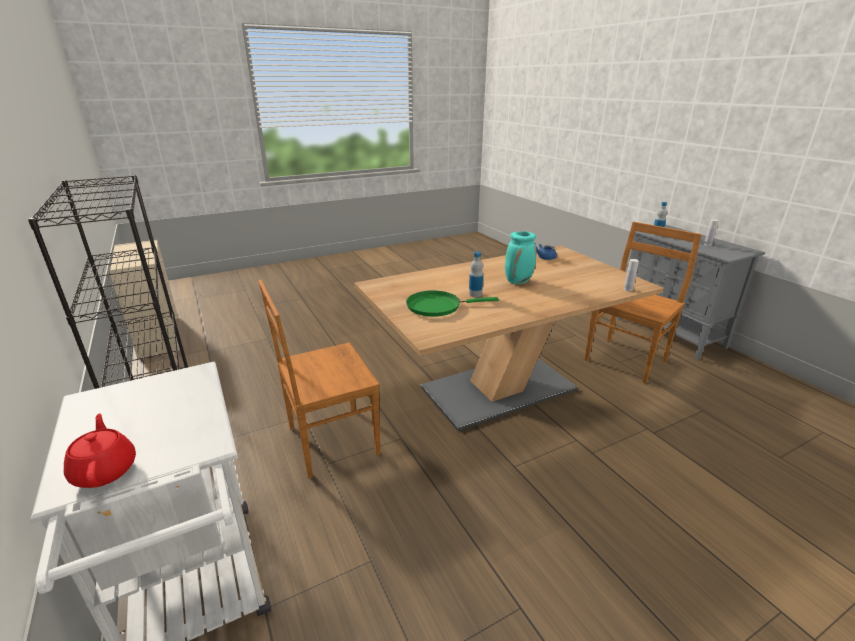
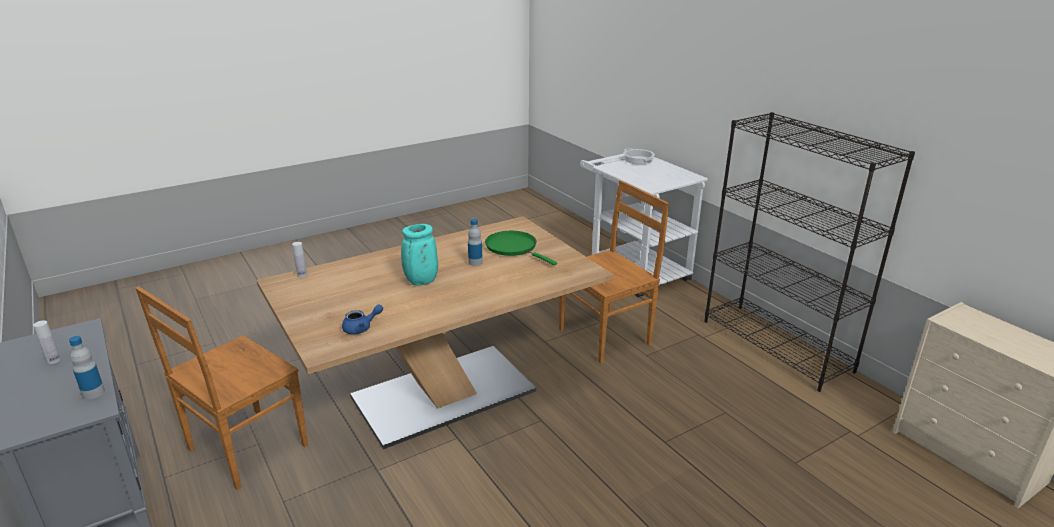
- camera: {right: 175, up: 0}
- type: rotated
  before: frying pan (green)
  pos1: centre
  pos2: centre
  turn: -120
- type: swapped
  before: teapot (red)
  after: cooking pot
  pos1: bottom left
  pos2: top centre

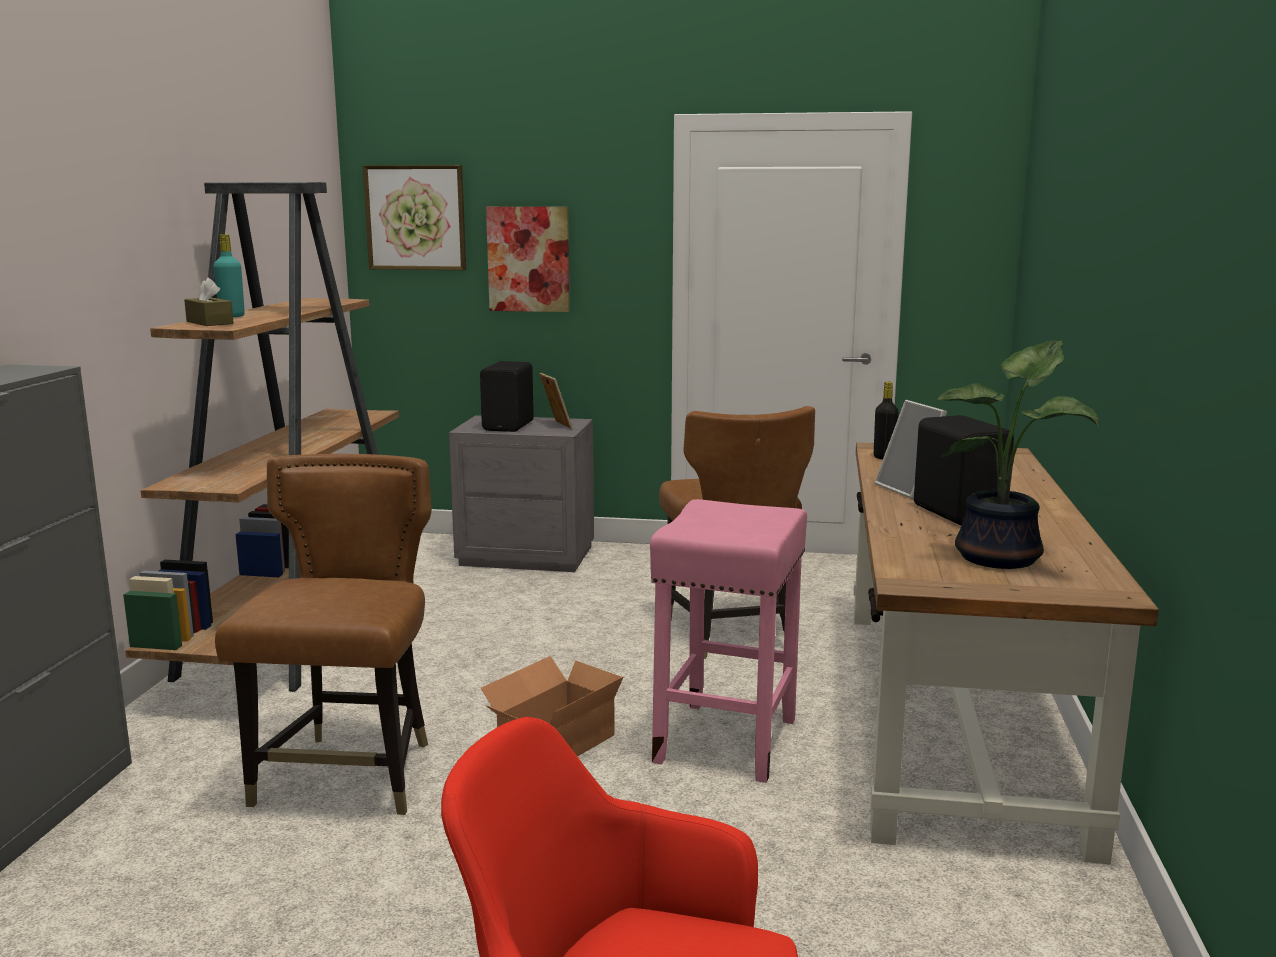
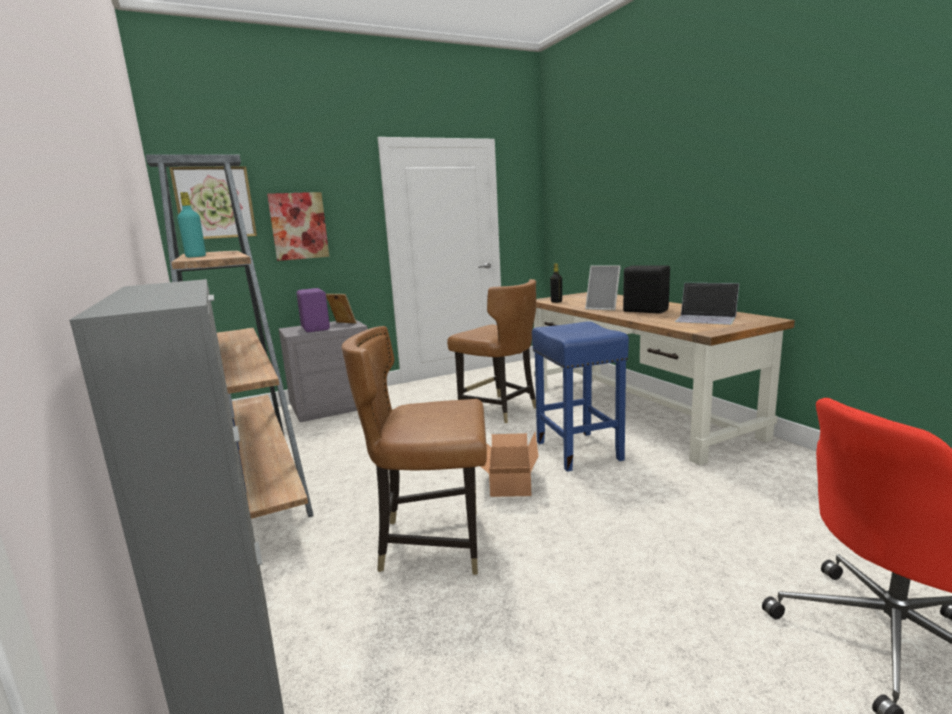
- camera: {right: -35, up: 0}
- type: repainted
  before: speaker (black) (no. 1 from left)
  after: speaker (purple)
  pos1: centre
  pos2: middle left
- type: rotated
  before: chair (brown) (no. 1 from left)
  pos1: middle left
  pos2: centre
  turn: -60
- type: repainted
  before: stool (pink)
  after: stool (blue)
  pos1: bottom centre
  pos2: centre
- type: swapped
  before: potted plant
  after: laptop
  pos1: middle right
  pos2: middle right
- type: gone
  before: tissue box (brown)
  pos1: top left

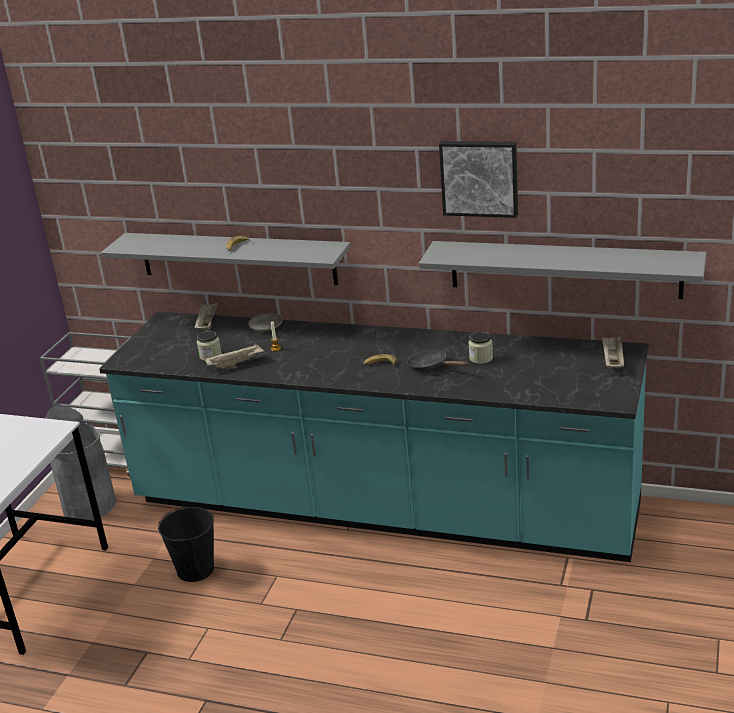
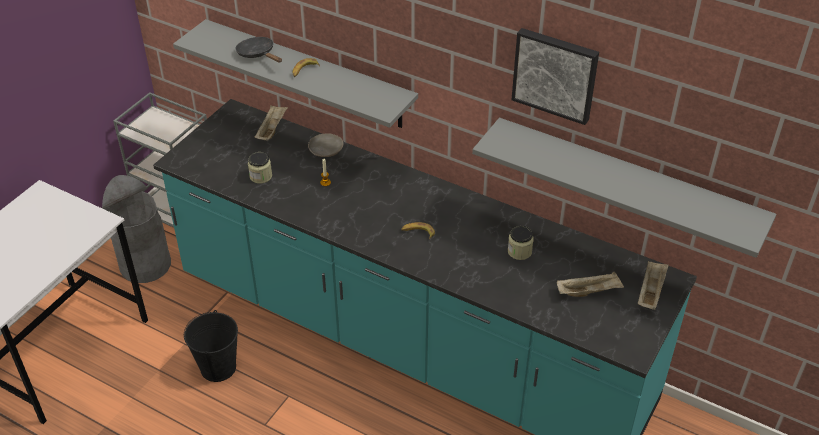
- camera: {right: 10, up: 15}
- type: shifted
  before: frying pan (black)
  pos1: centre
  pos2: top left
- type: shifted
  before: tray (beige) (no. 2 from left)
  pos1: middle left
  pos2: middle right

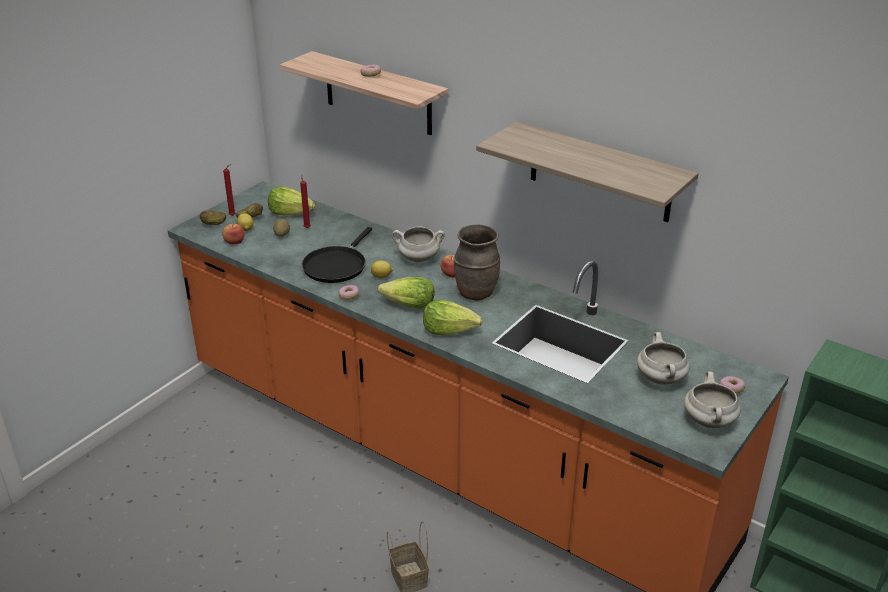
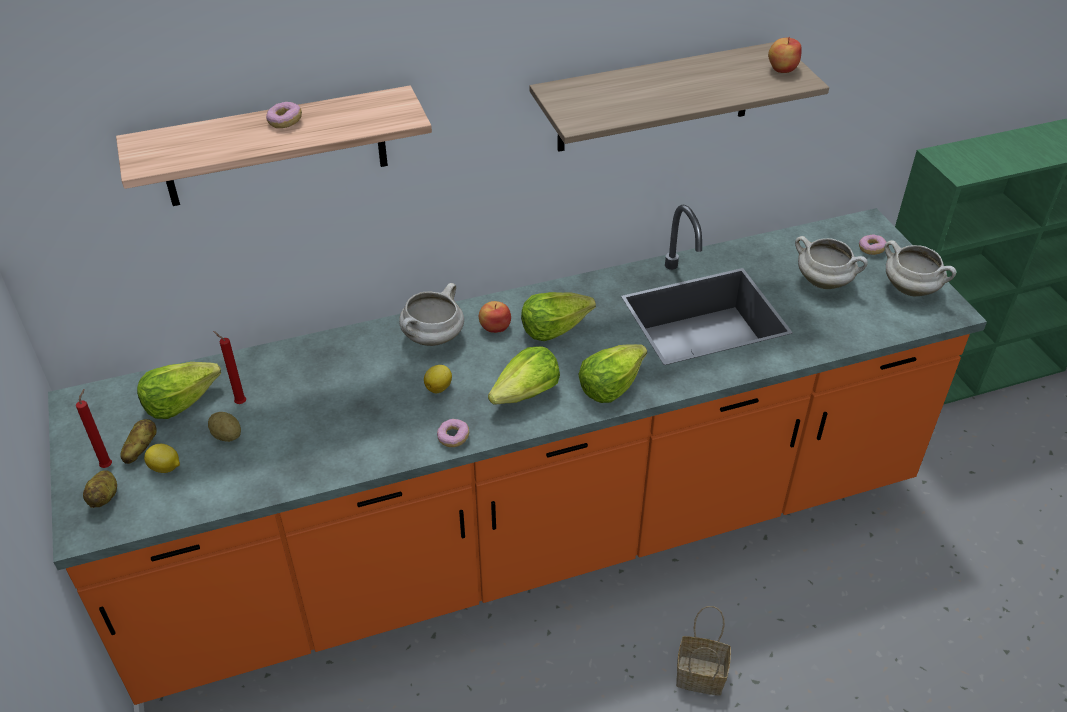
- camera: {right: -55, up: 10}
- type: swapped
  before: vase (brown)
  after: lettuce (no. 3 from left)
  pos1: centre
  pos2: centre
- type: shifted
  before: apple (no. 1 from left in the first image)
  after: apple (no. 2 from left)
  pos1: middle left
  pos2: top right
- type: gone
  before: frying pan (black)
  pos1: centre

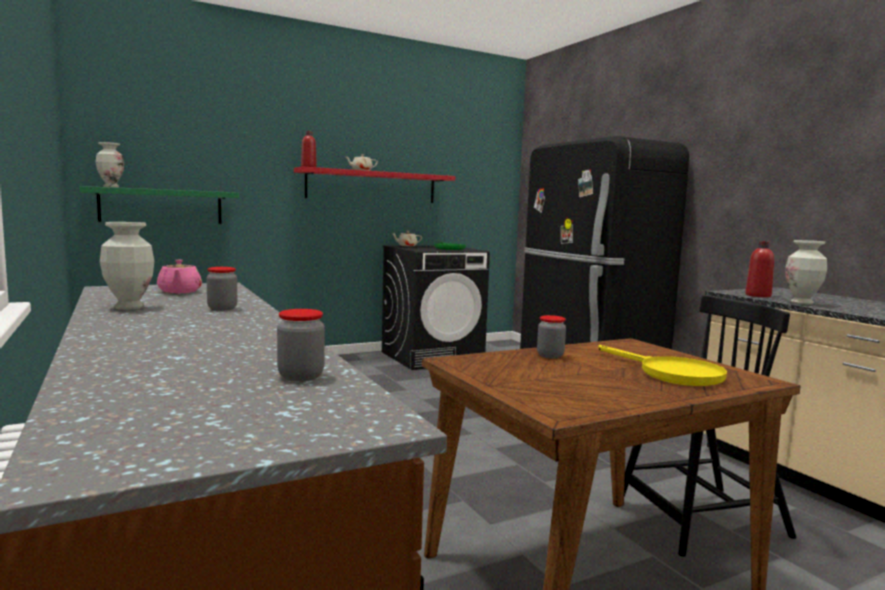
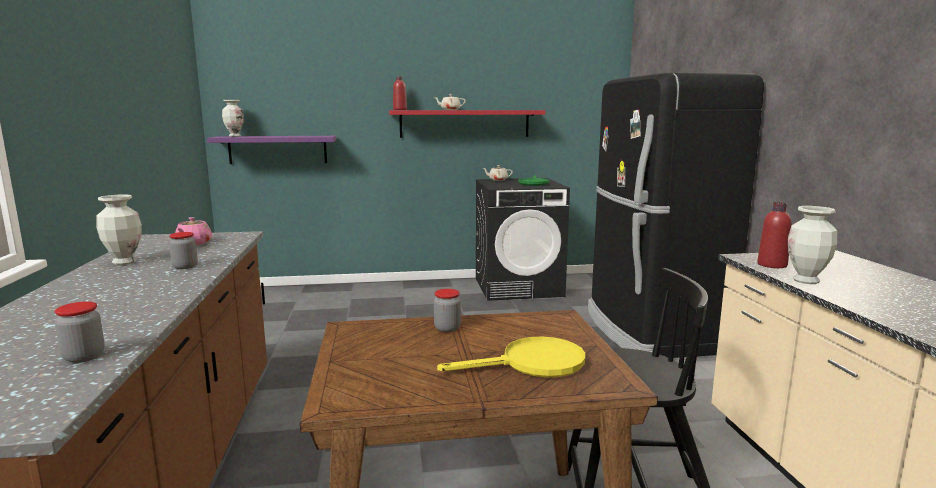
- camera: {right: 20, up: 5}
- type: repainted
  before: shelf (green)
  after: shelf (purple)
  pos1: middle left
  pos2: top left
- type: rotated
  before: frying pan (yellow)
  pos1: middle right
  pos2: bottom centre
  turn: -90

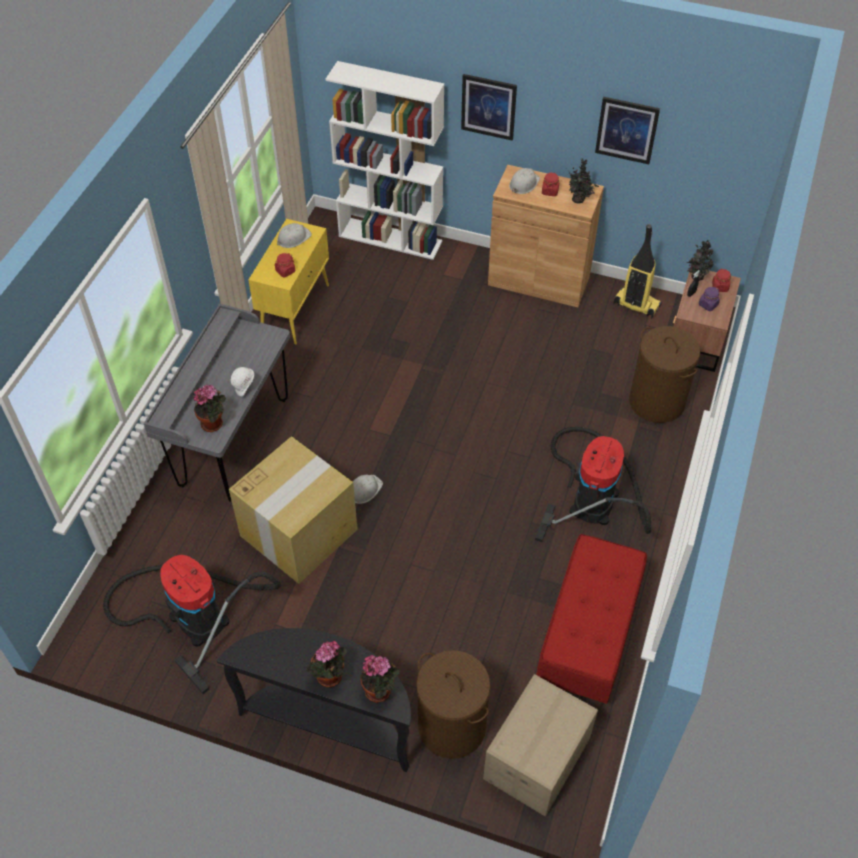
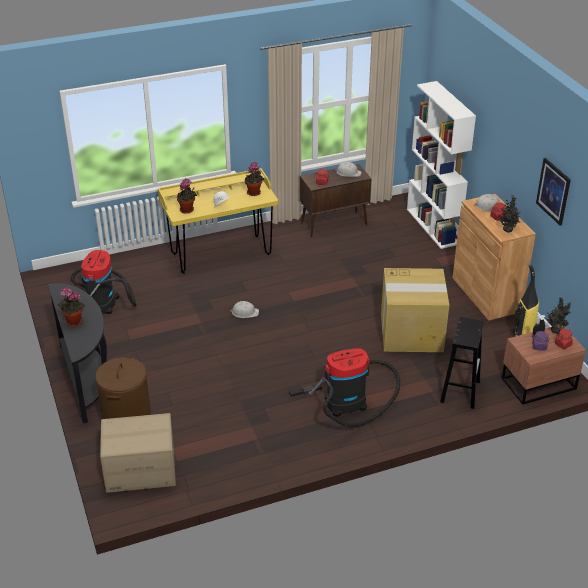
- camera: {right: 50, up: -15}
- type: repainted
  before: desk (grey)
  after: desk (yellow)
  pos1: middle left
  pos2: centre
- type: shifted
  before: potted plant (no. 3 from left)
  pos1: bottom centre
  pos2: top centre
- type: repainted
  before: cabinet (yellow)
  after: cabinet (brown) (no. 1 from left)
  pos1: top centre
  pos2: centre
- type: shifted
  before: cardboard box (no. 1 from left in the first image)
  after: cardboard box (no. 2 from left)
  pos1: centre
  pos2: middle right
- type: swapped
  before: laundry basket (brown) (no. 2 from left)
  after: stool (black)
  pos1: middle right
  pos2: middle right
- type: gone
  before: picture (no. 1 from left)
  pos1: top centre
- type: gone
  before: bench (red)
  pos1: bottom right

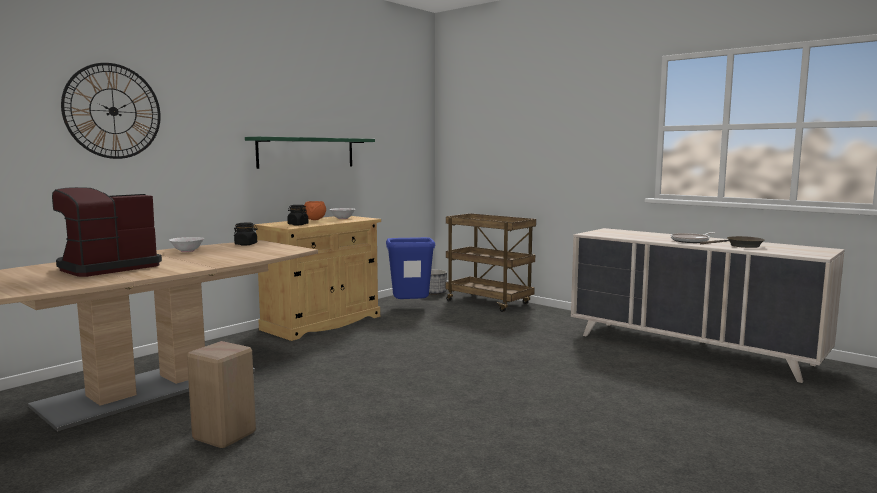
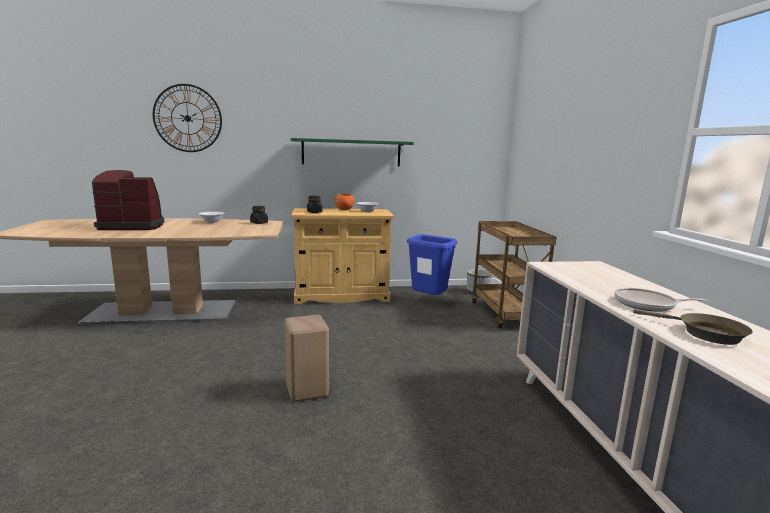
- camera: {right: 40, up: 5}
- type: shifted
  before: stool (beige)
  pos1: bottom left
  pos2: bottom centre

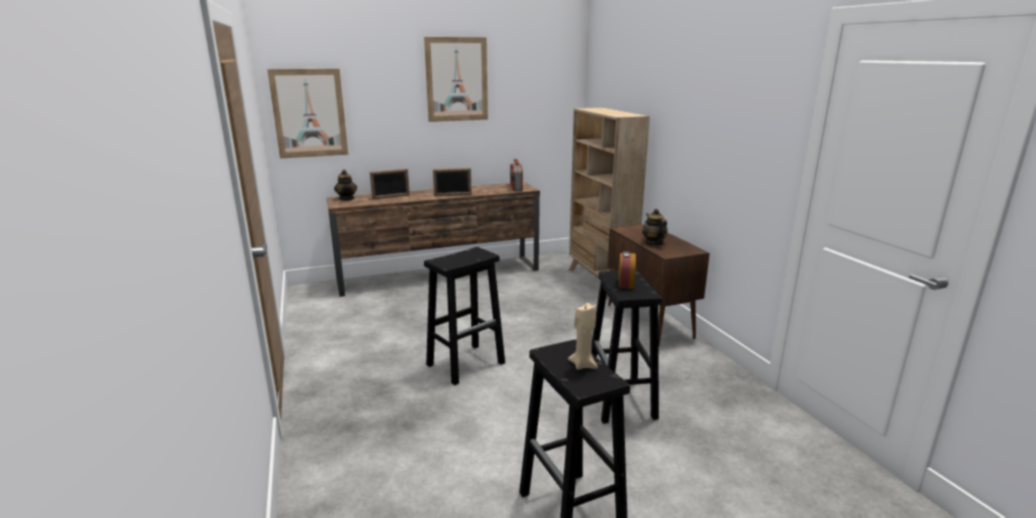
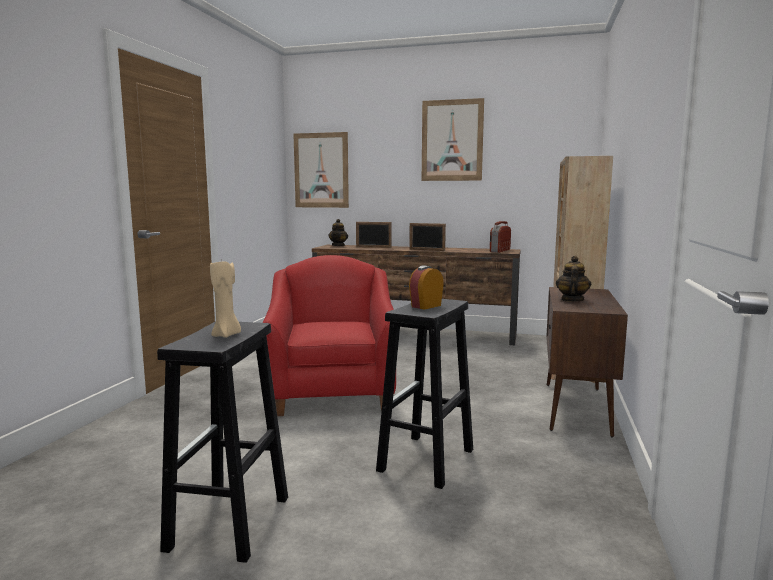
- camera: {right: 35, up: -10}
- type: swapped
  before: stool (black) (no. 1 from left)
  after: armchair (red)
  pos1: centre
  pos2: centre

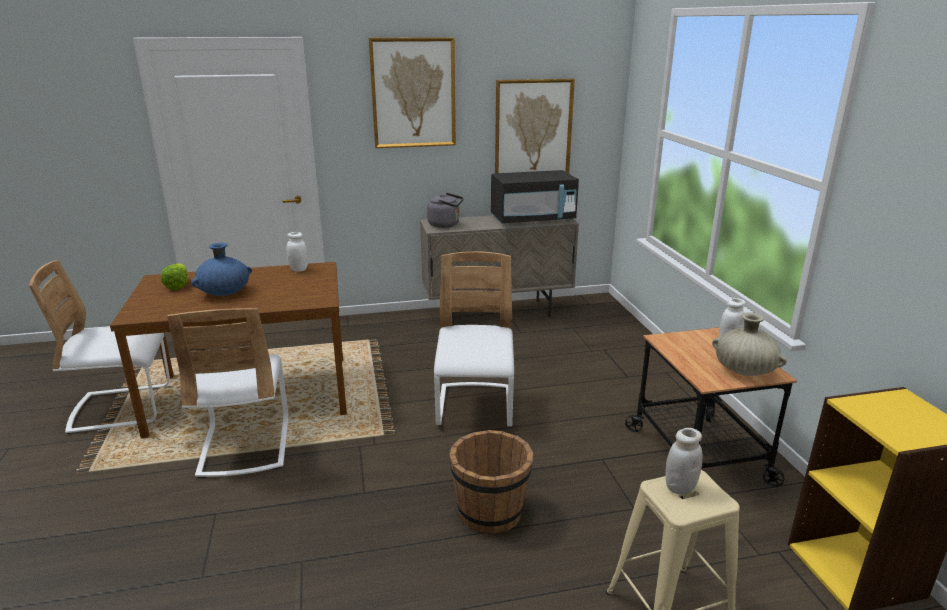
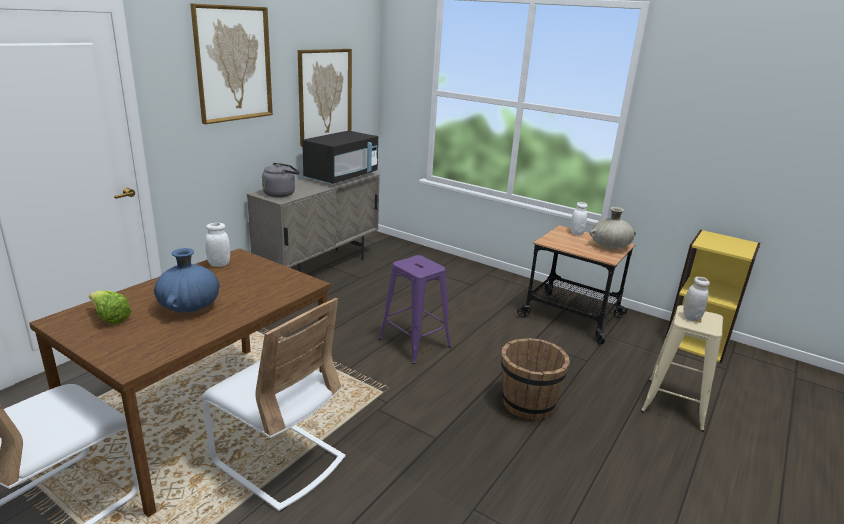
- camera: {right: -45, up: 0}
- type: swapped
  before: chair (white) (no. 3 from left)
  after: stool (purple)
  pos1: centre
  pos2: centre

